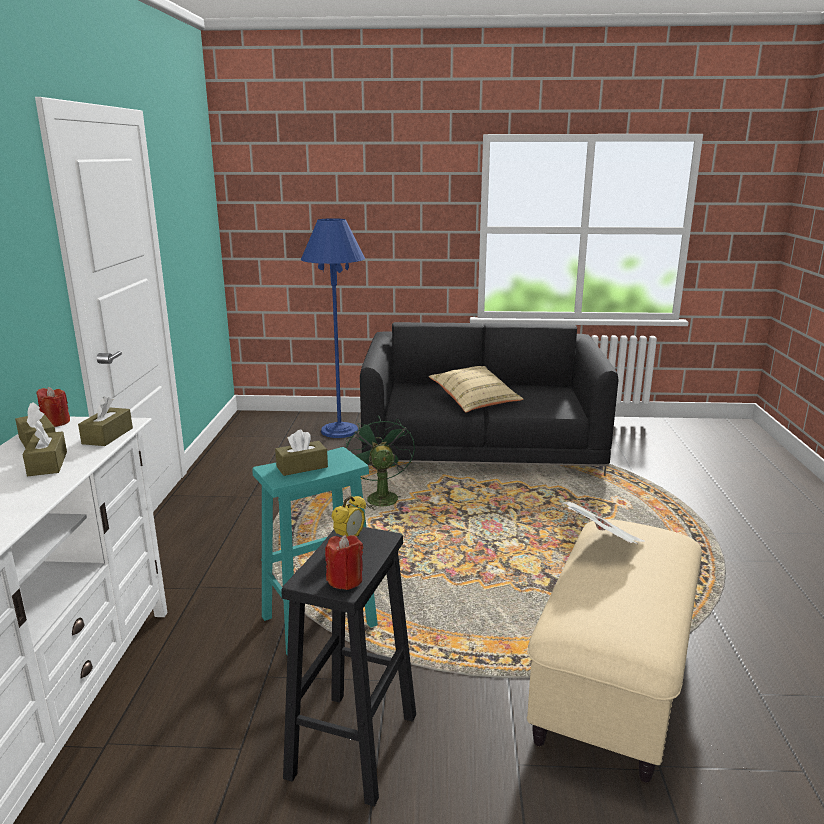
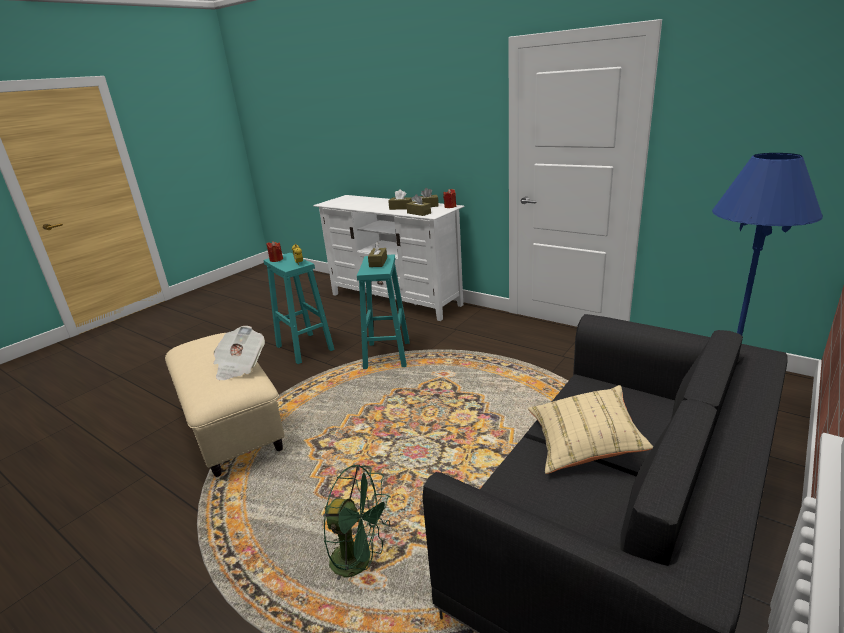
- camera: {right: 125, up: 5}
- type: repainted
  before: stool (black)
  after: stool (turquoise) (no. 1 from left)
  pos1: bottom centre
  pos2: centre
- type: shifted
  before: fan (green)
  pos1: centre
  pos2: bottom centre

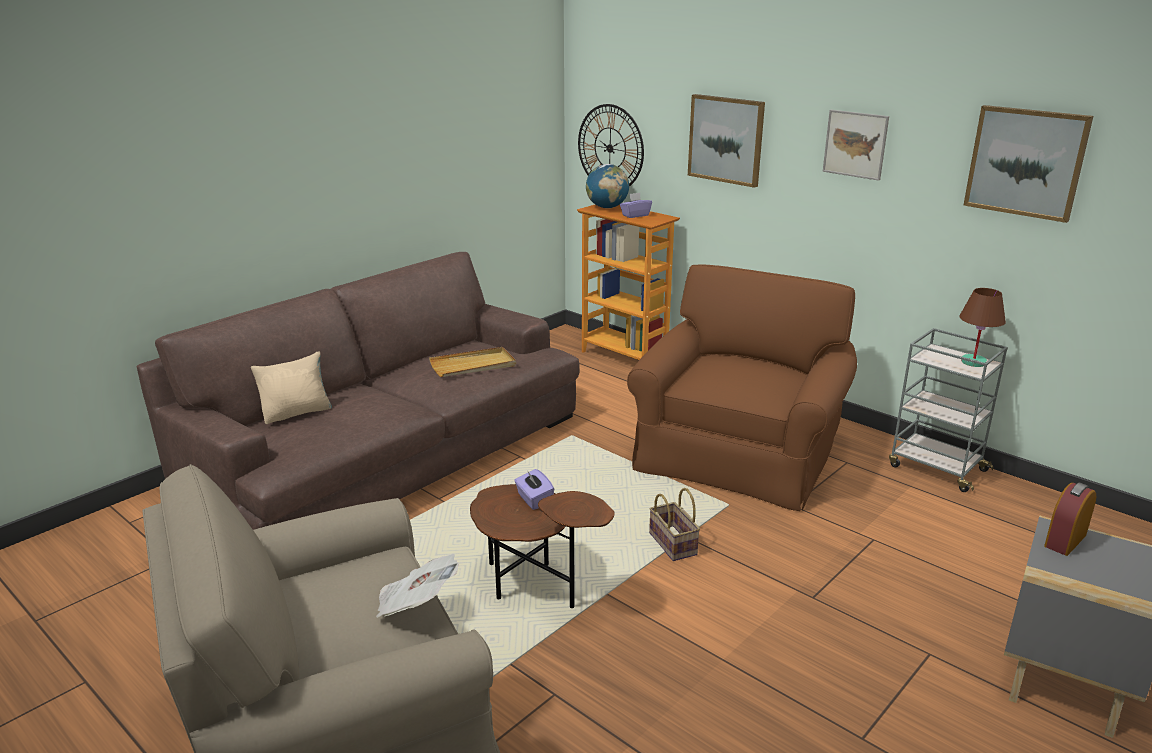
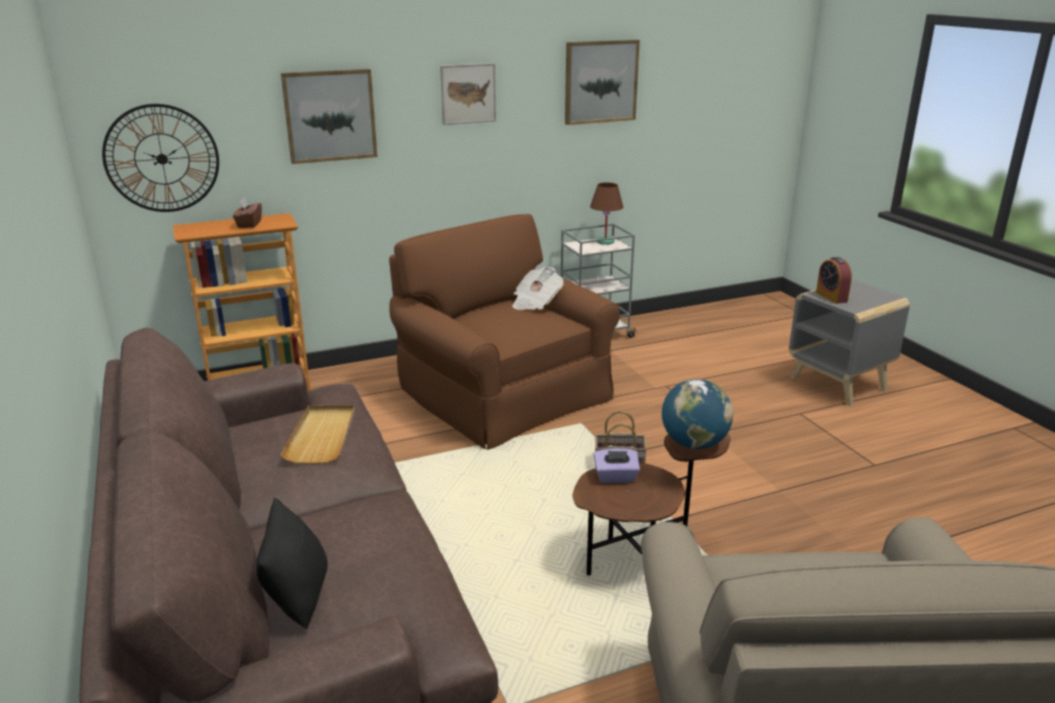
- camera: {right: -65, up: 0}
- type: repainted
  before: tissue box (purple) (no. 2 from left)
  after: tissue box (brown)
  pos1: top centre
  pos2: top left
- type: repainted
  before: pillow (beige)
  after: pillow (black)
  pos1: middle left
  pos2: bottom left
- type: shifted
  before: newspaper
  pos1: bottom centre
  pos2: centre
- type: shifted
  before: globe
  pos1: top centre
  pos2: centre

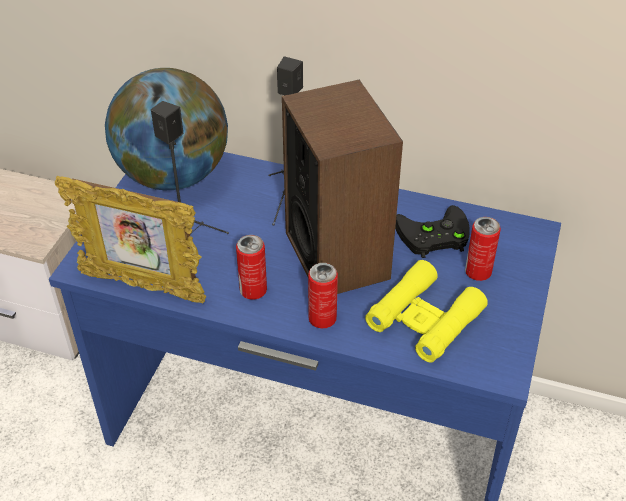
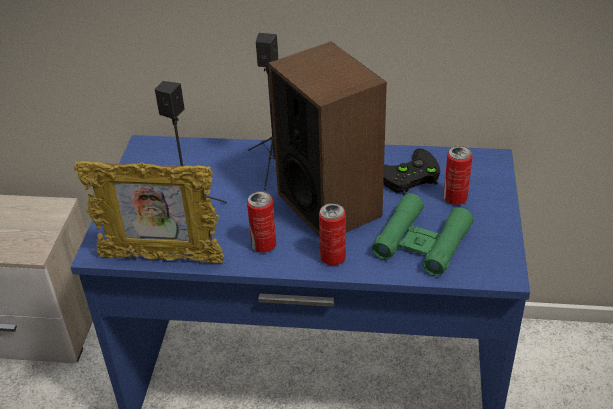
- camera: {right: -10, up: -5}
- type: repainted
  before: binoculars (yellow)
  after: binoculars (green)
  pos1: middle right
  pos2: middle right
- type: gone
  before: globe
  pos1: top left

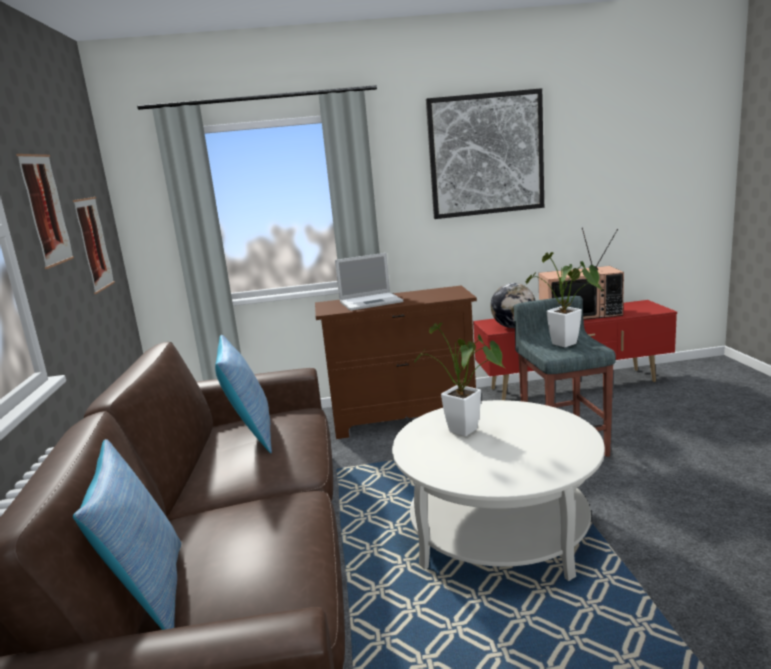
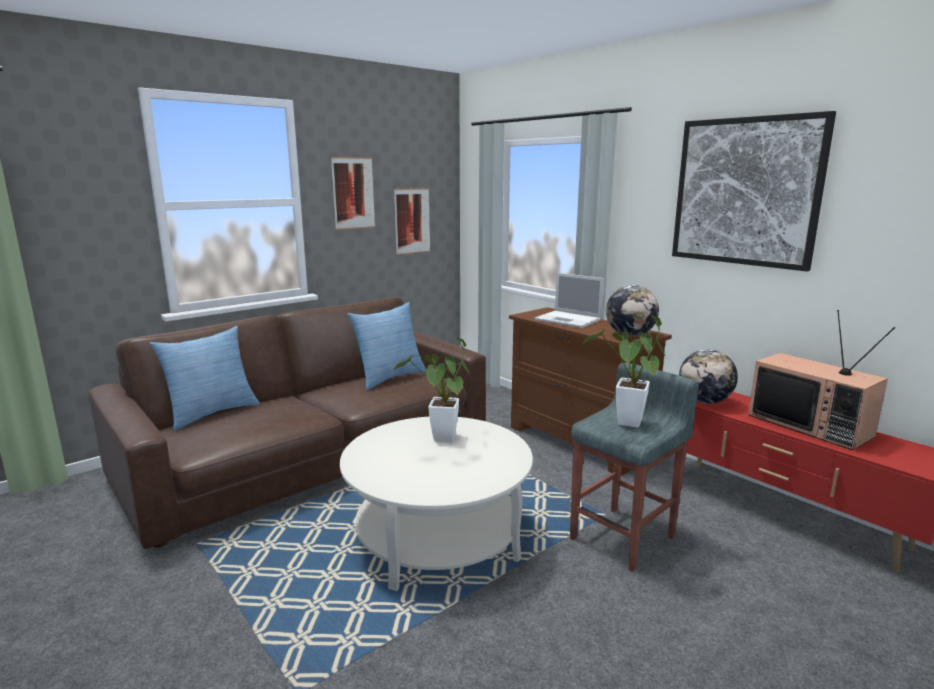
- camera: {right: 55, up: 0}
- type: new
  after: globe (no. 1 from left)
  pos2: middle right

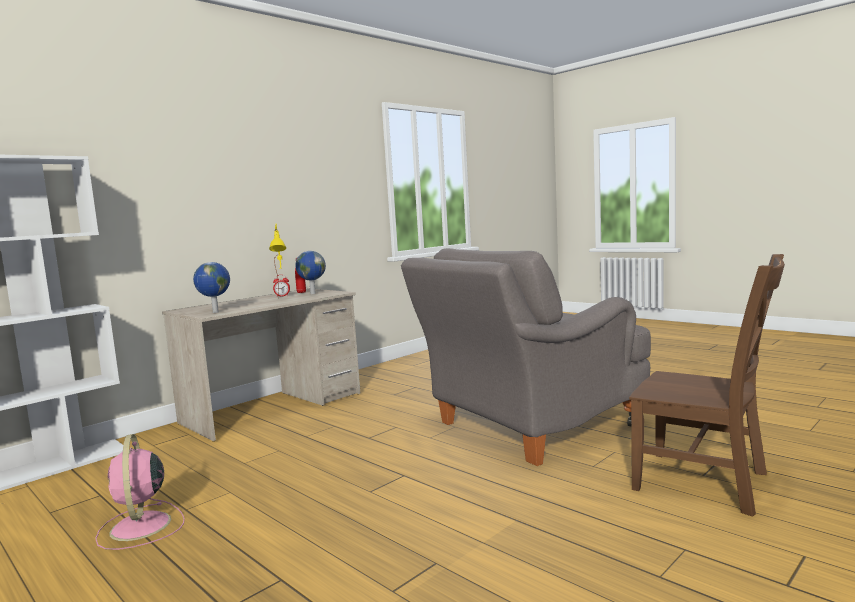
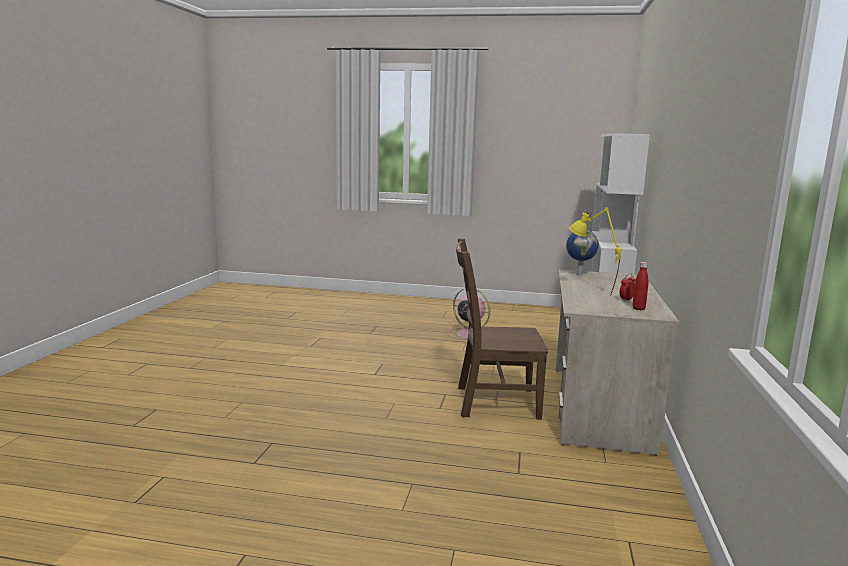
- camera: {right: 145, up: 5}
- type: shifted
  before: chair (brown)
  pos1: middle right
  pos2: centre
- type: gone
  before: globe (no. 2 from left)
  pos1: centre
- type: gone
  before: armchair (grey)
  pos1: centre

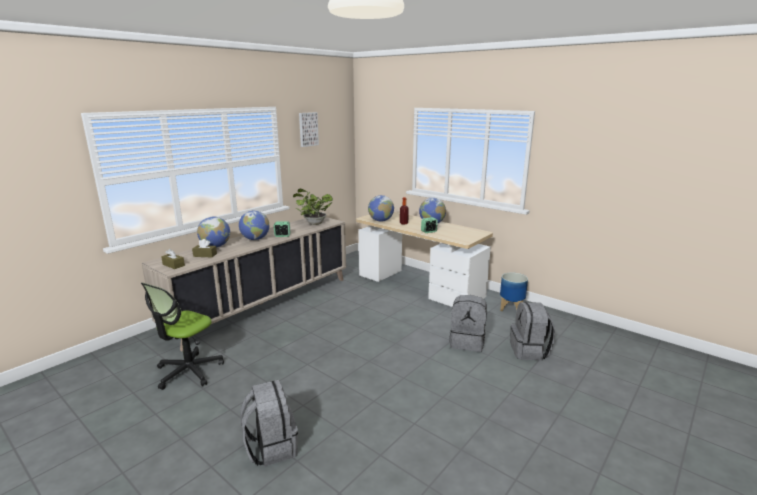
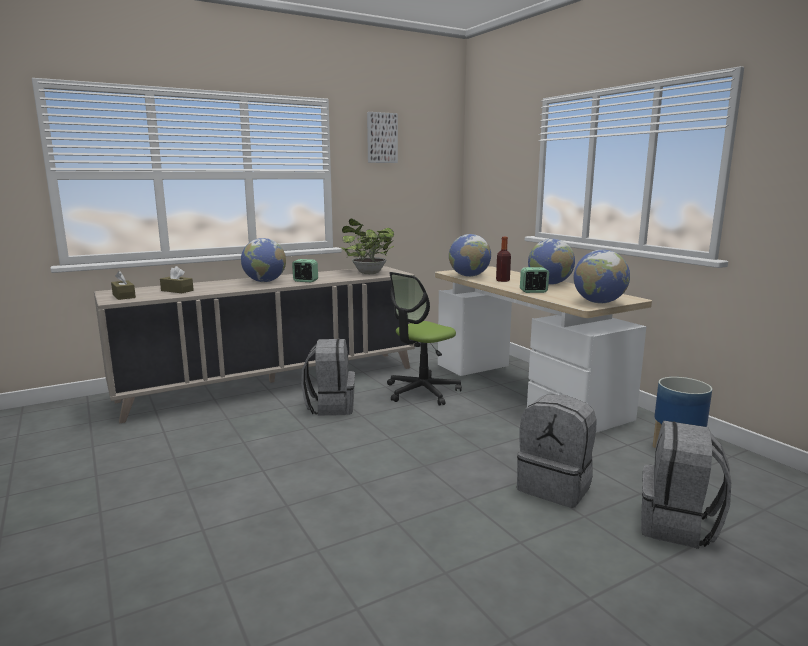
- camera: {right: 20, up: -5}
- type: shifted
  before: backpack (grey) (no. 1 from left)
  pos1: bottom centre
  pos2: centre
- type: shifted
  before: office chair
  pos1: bottom left
  pos2: centre
- type: shifted
  before: globe (no. 1 from left in the first image)
  after: globe (no. 4 from left)
  pos1: middle left
  pos2: middle right

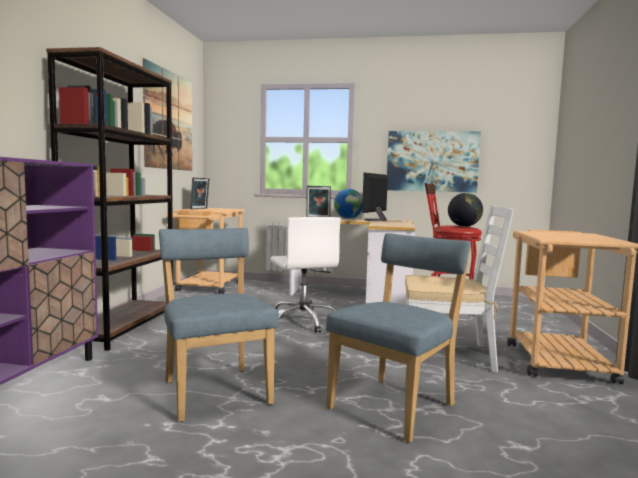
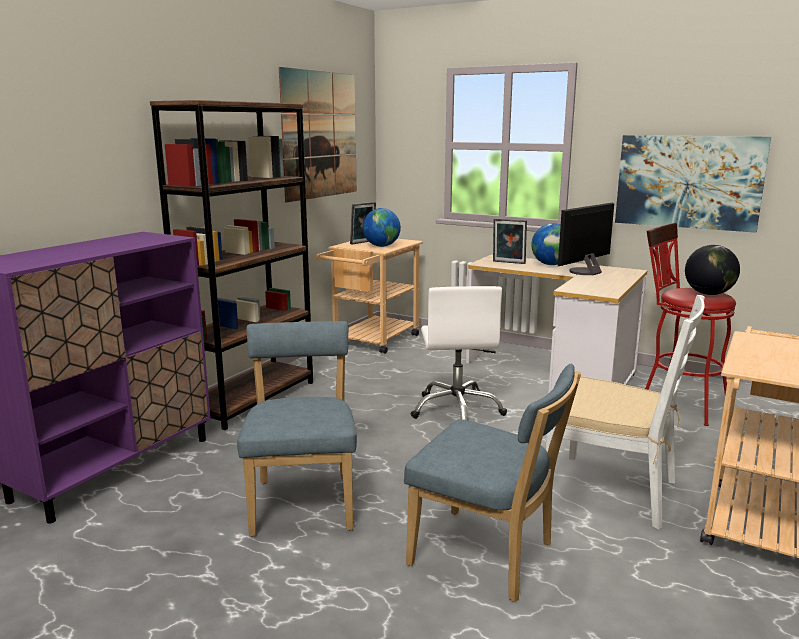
- camera: {right: 20, up: 10}
- type: new
  after: globe (no. 1 from left)
  pos2: centre
- type: rotated
  before: chair (blue) (no. 2 from left)
  pos1: bottom centre
  pos2: bottom centre
  turn: 60

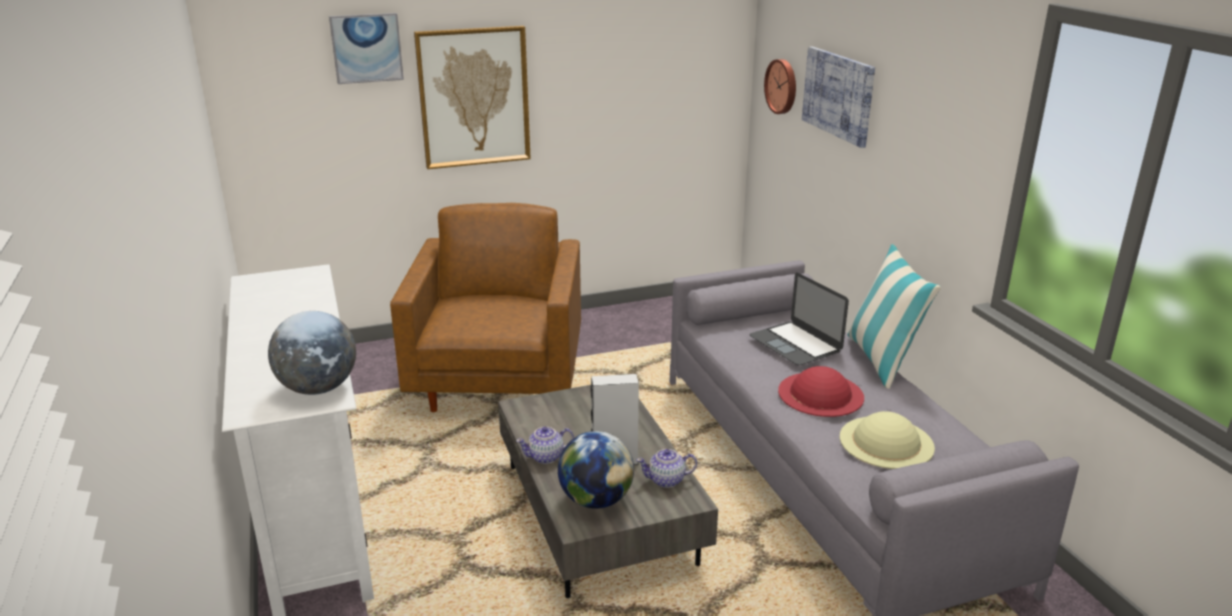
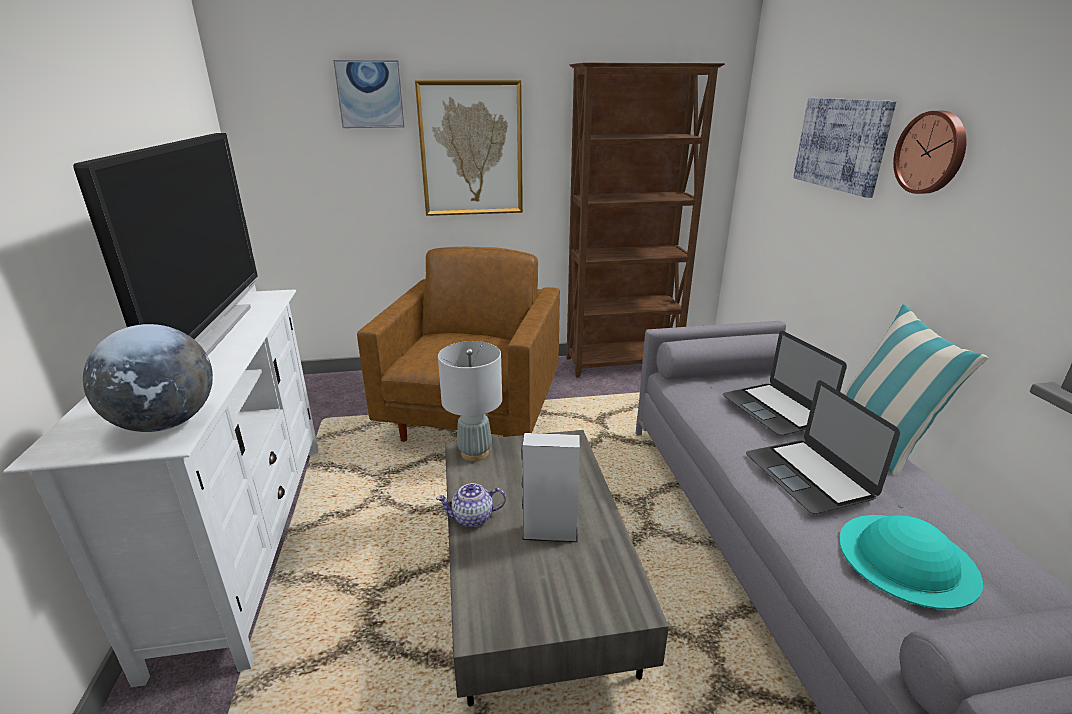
- camera: {right: 10, up: 0}
- type: new
  after: television
  pos2: middle left
- type: new
  after: table lamp (grey)
  pos2: centre
- type: new
  after: bookcase (brown)
  pos2: top centre
- type: swapped
  before: hat (red)
  after: laptop (no. 2 from left)
  pos1: centre
  pos2: middle right
- type: repainted
  before: hat (beige)
  after: hat (turquoise)
  pos1: bottom right
  pos2: bottom right
- type: shifted
  before: wall clock
  pos1: top centre
  pos2: top right
- type: gone
  before: globe (no. 2 from left)
  pos1: bottom centre
- type: gone
  before: teapot (no. 2 from left)
  pos1: bottom centre

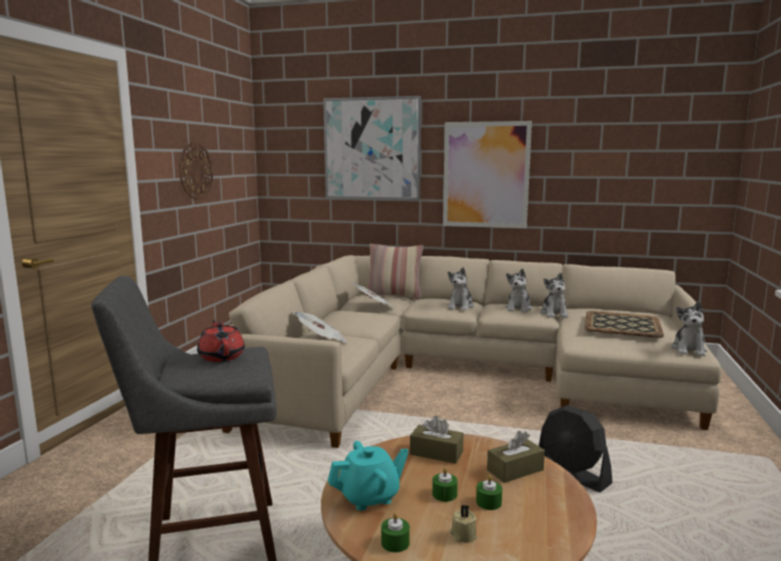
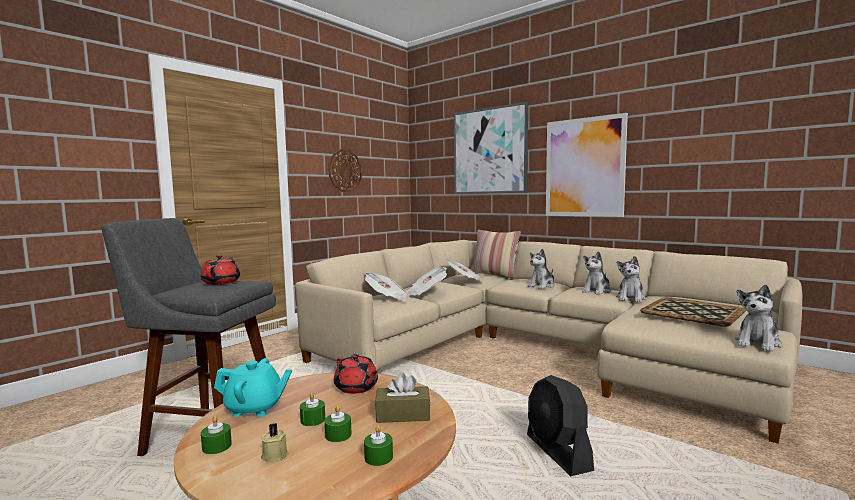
- camera: {right: 25, up: -5}
- type: swapped
  before: tissue box (brown) (no. 1 from left)
  after: teapot (red) (no. 2 from left)
  pos1: bottom centre
  pos2: bottom centre
- type: new
  after: candle (green) (no. 4 from left)
  pos2: bottom centre
- type: new
  after: newspaper (no. 2 from left)
  pos2: centre

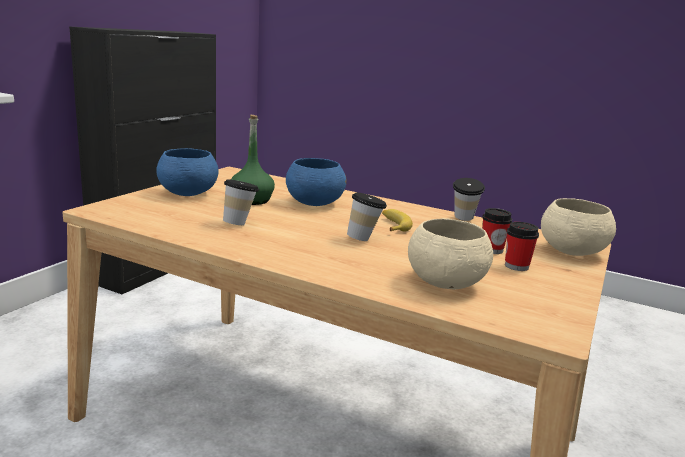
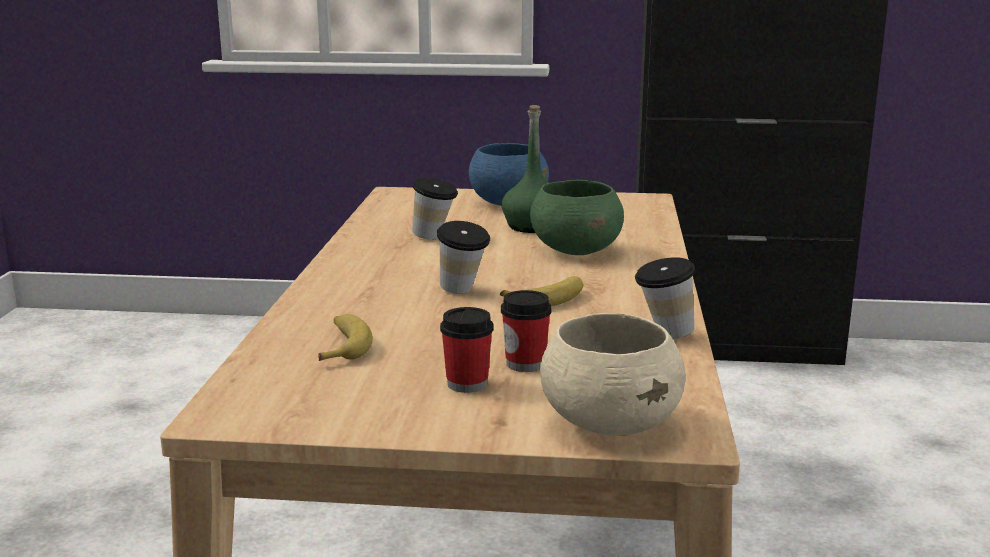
- camera: {right: 70, up: 0}
- type: swapped
  before: bowl (beige) (no. 1 from left)
  after: banana (no. 1 from left)
  pos1: centre
  pos2: centre
- type: repainted
  before: bowl (blue) (no. 2 from left)
  after: bowl (green)
  pos1: centre
  pos2: centre

